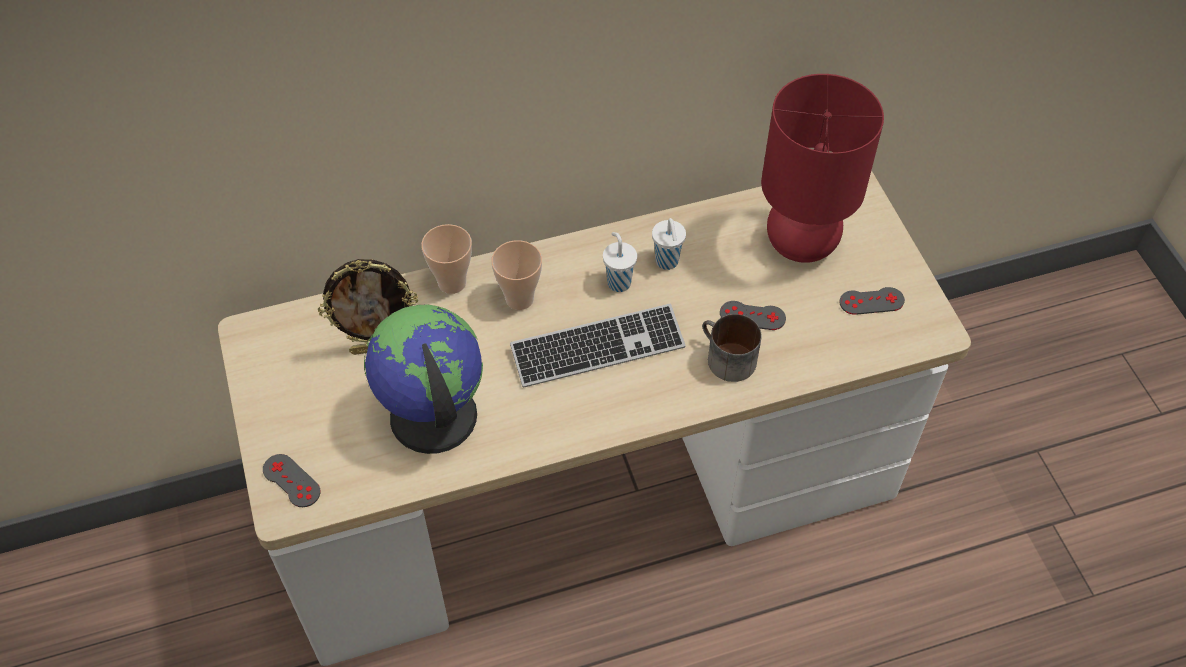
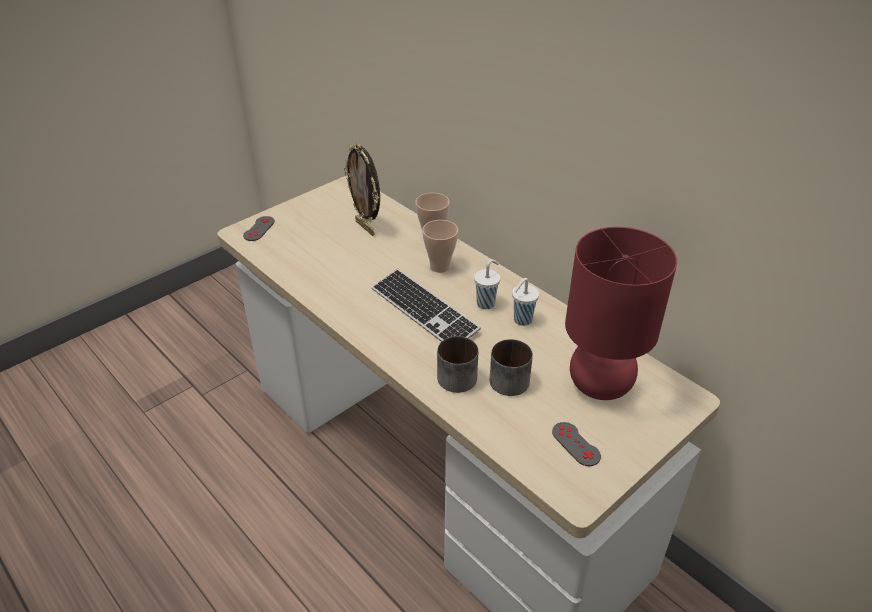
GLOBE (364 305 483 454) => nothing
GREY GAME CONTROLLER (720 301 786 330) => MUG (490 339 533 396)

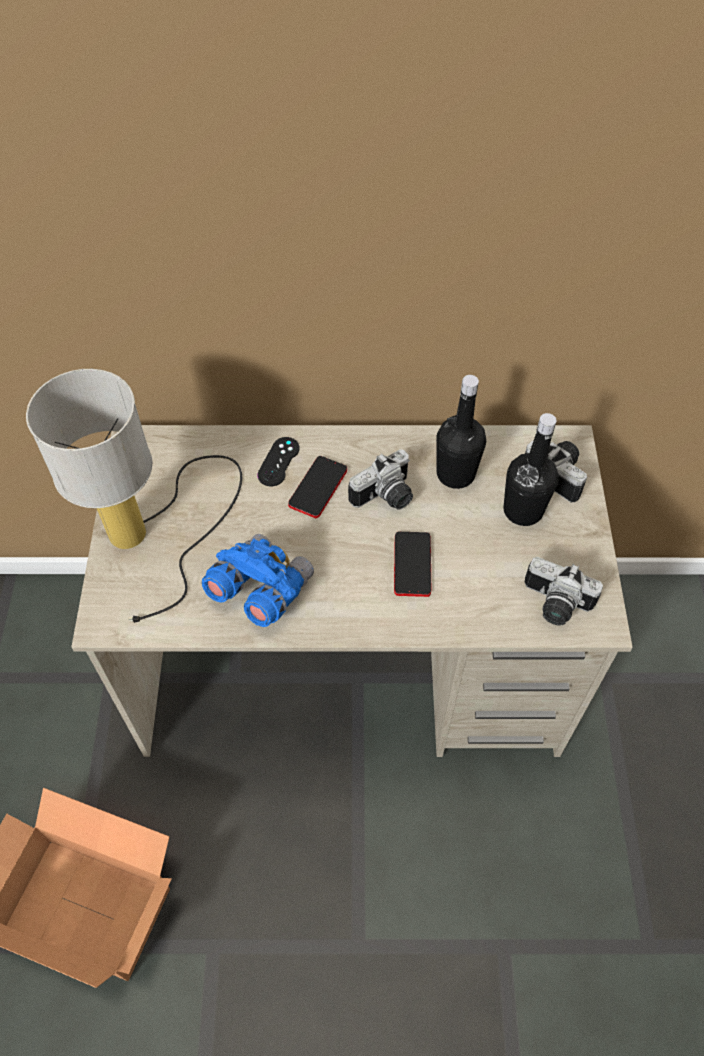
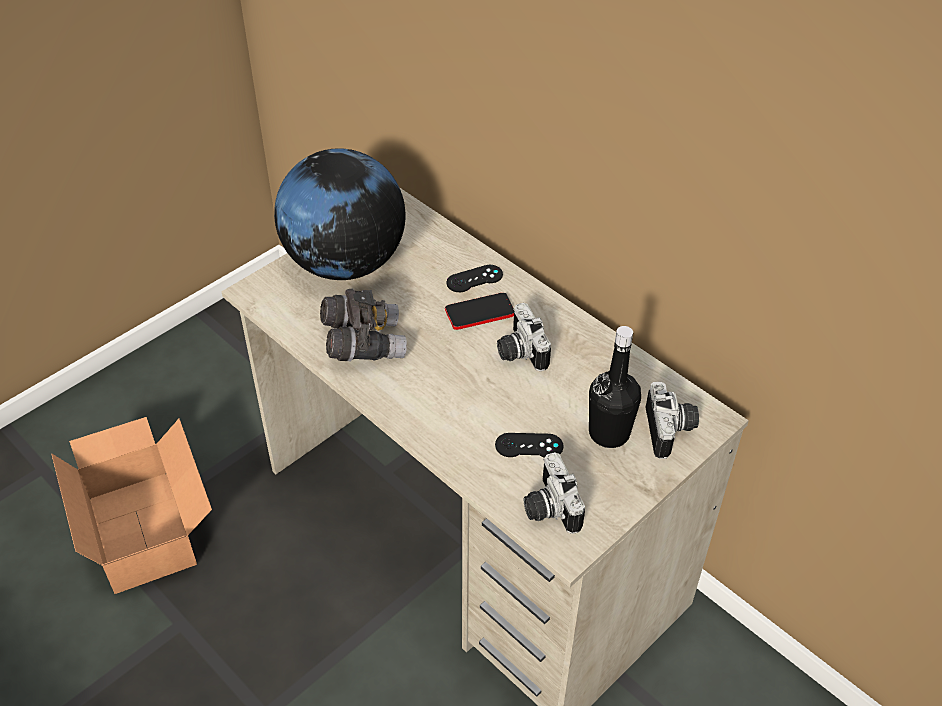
TABLE LAMP (26 369 242 623) => GLOBE (274 148 406 280)
BLUE BINOCULARS (202 534 314 627) => GREY BINOCULARS (320 288 407 361)
PHOTO CAMERA (348 449 413 510) => PHOTO CAMERA (497 303 551 372), 60 degrees clockwise
PHONE (394 532 431 597) => nothing
BLACK BOTTLE (436 375 486 489) => nothing
nothing => BLACK GAME CONTROLLER (495 433 564 458)

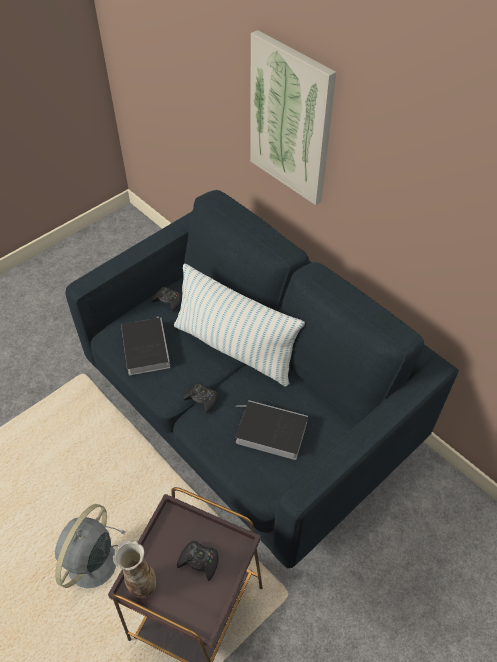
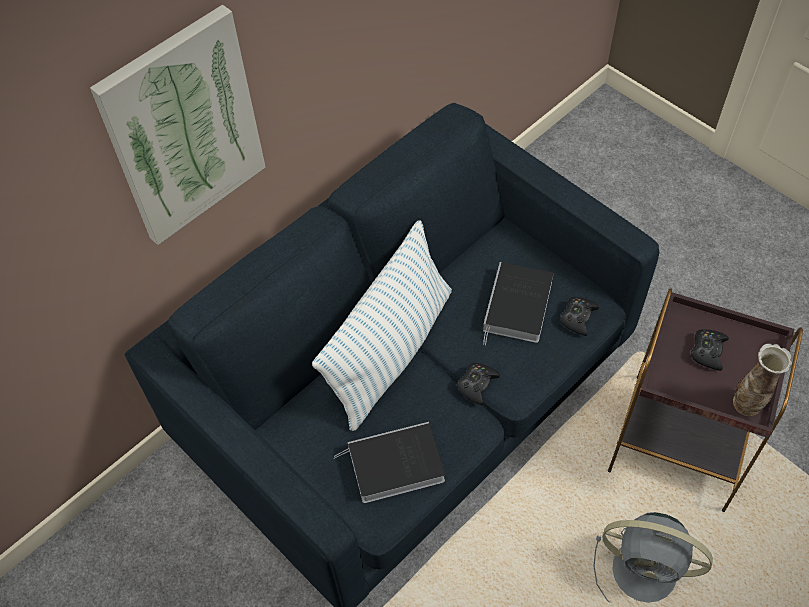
BLACK GAME CONTROLLER (151 287 182 311) => BLACK GAME CONTROLLER (560 297 600 336), shifted

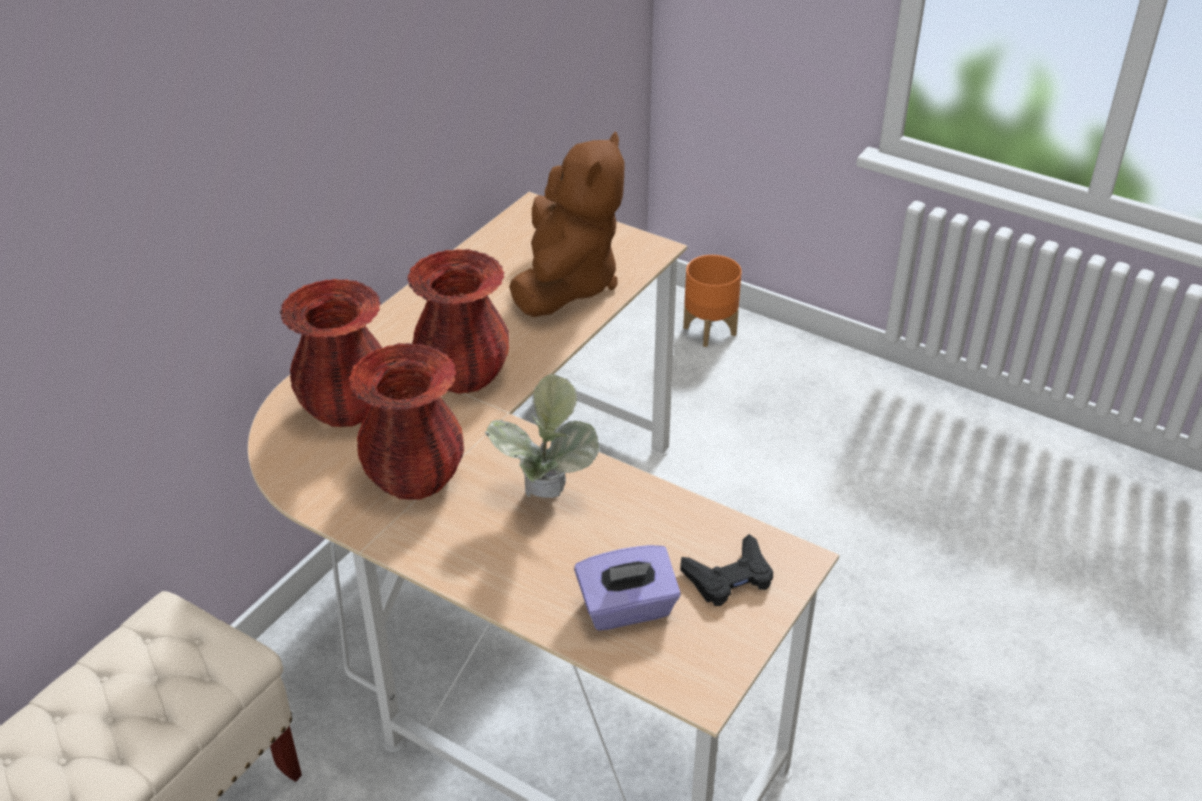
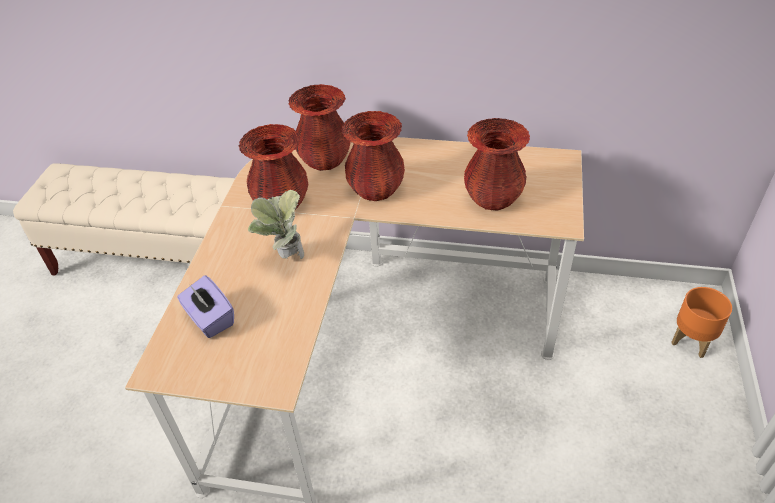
BROWN PLUSH TOY (509 131 625 317) => RED VASE (464 118 530 211)
BLACK GAME CONTROLLER (680 534 773 606) => nothing

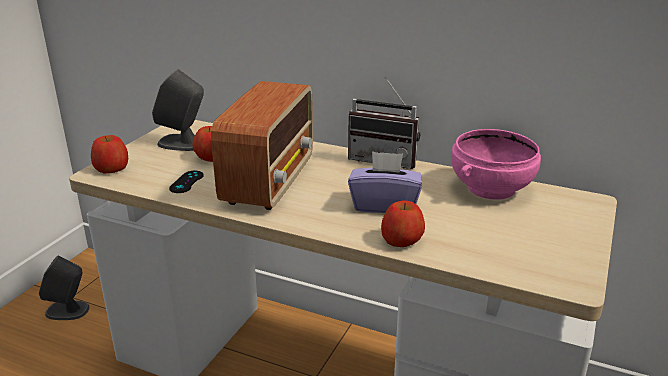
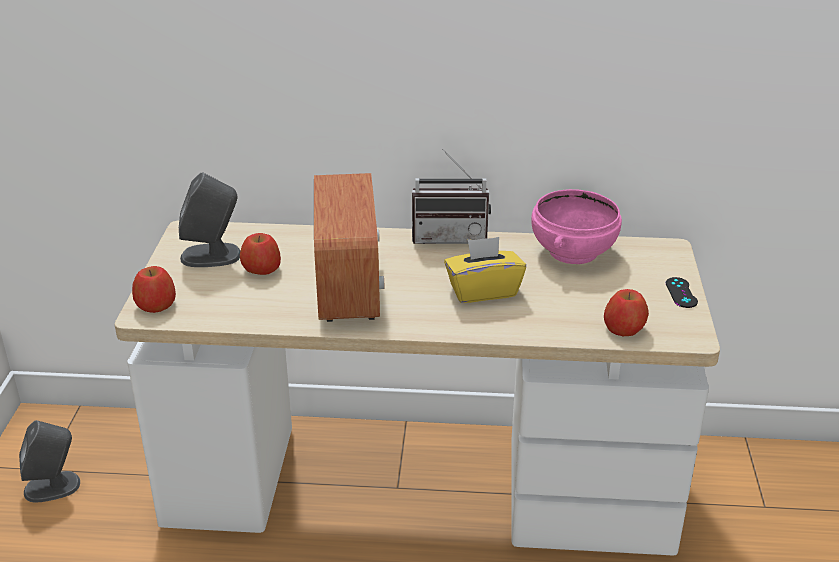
BLACK GAME CONTROLLER (169 171 203 193) => BLACK GAME CONTROLLER (666 277 698 308), shifted
PURPLE TISSUE BOX (348 151 422 213) => YELLOW TISSUE BOX (444 237 526 303)
APPLE (381 200 425 247) => APPLE (604 289 649 336), shifted

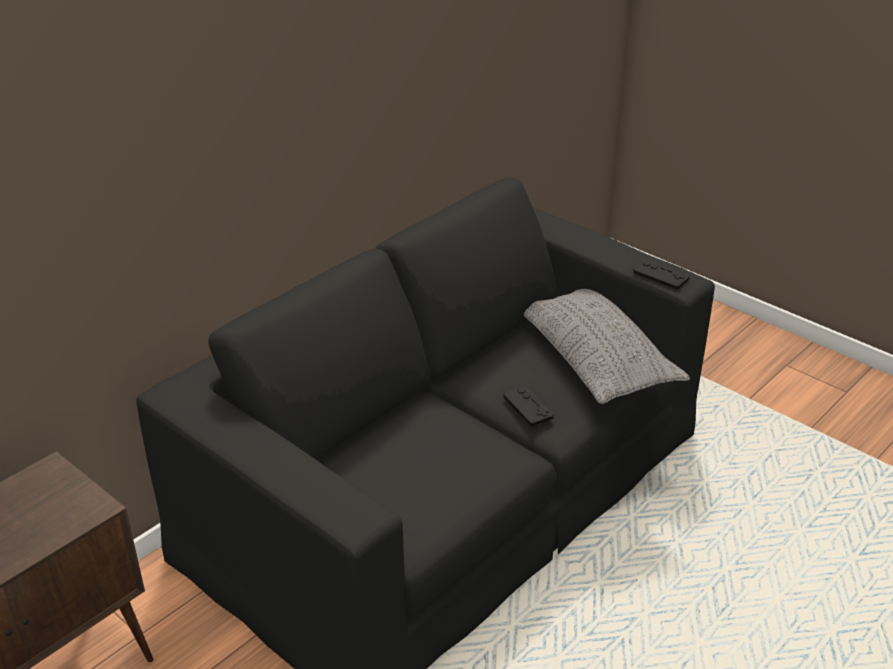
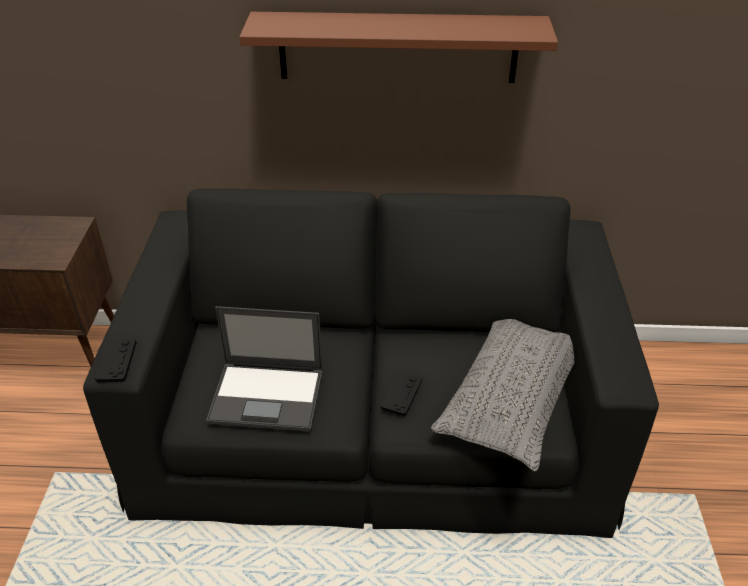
BLACK GAME CONTROLLER (633 260 690 289) => BLACK GAME CONTROLLER (95 339 137 382), shifted
nothing => LAPTOP (206 306 323 432)
nothing => BROWN SHELF (239 12 558 83)

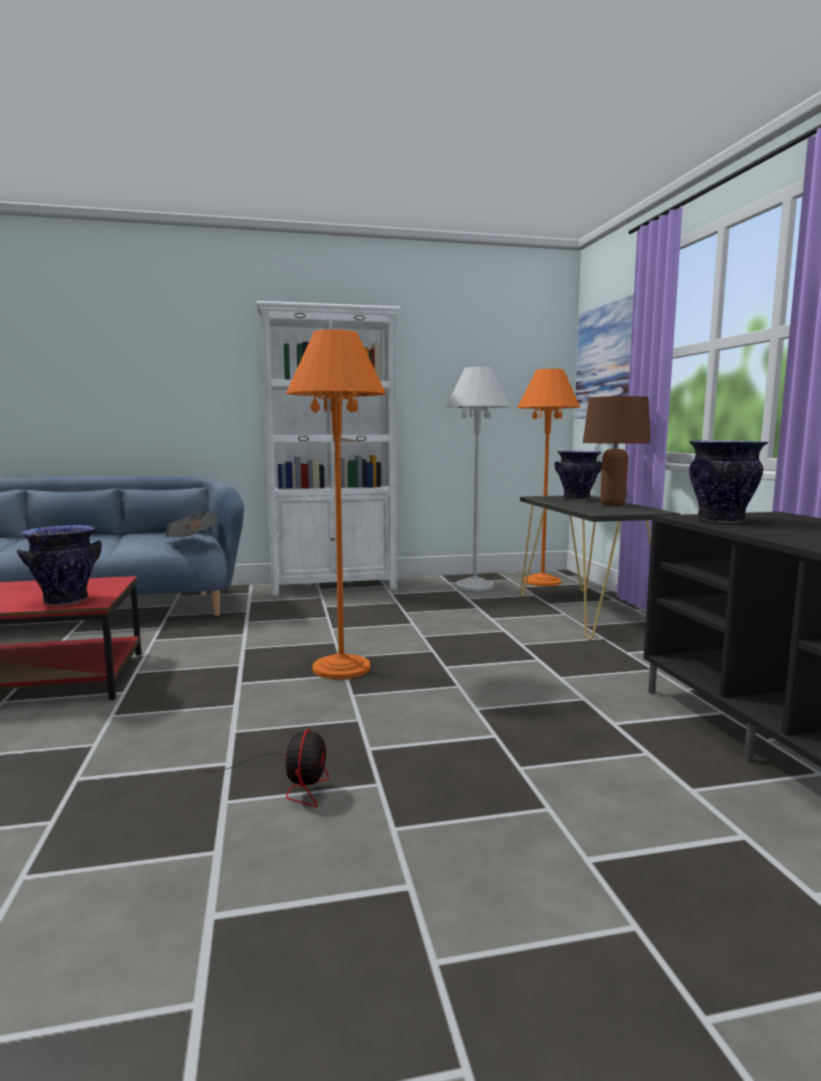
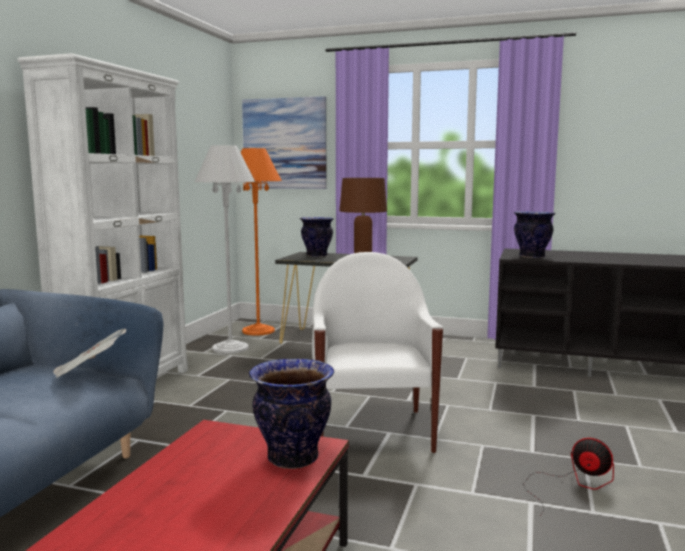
ORANGE FLOOR LAMP (286 329 386 679) => WHITE ARMCHAIR (312 252 443 453)

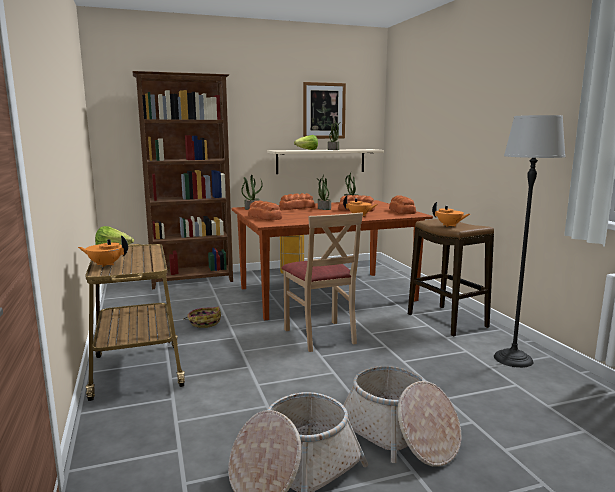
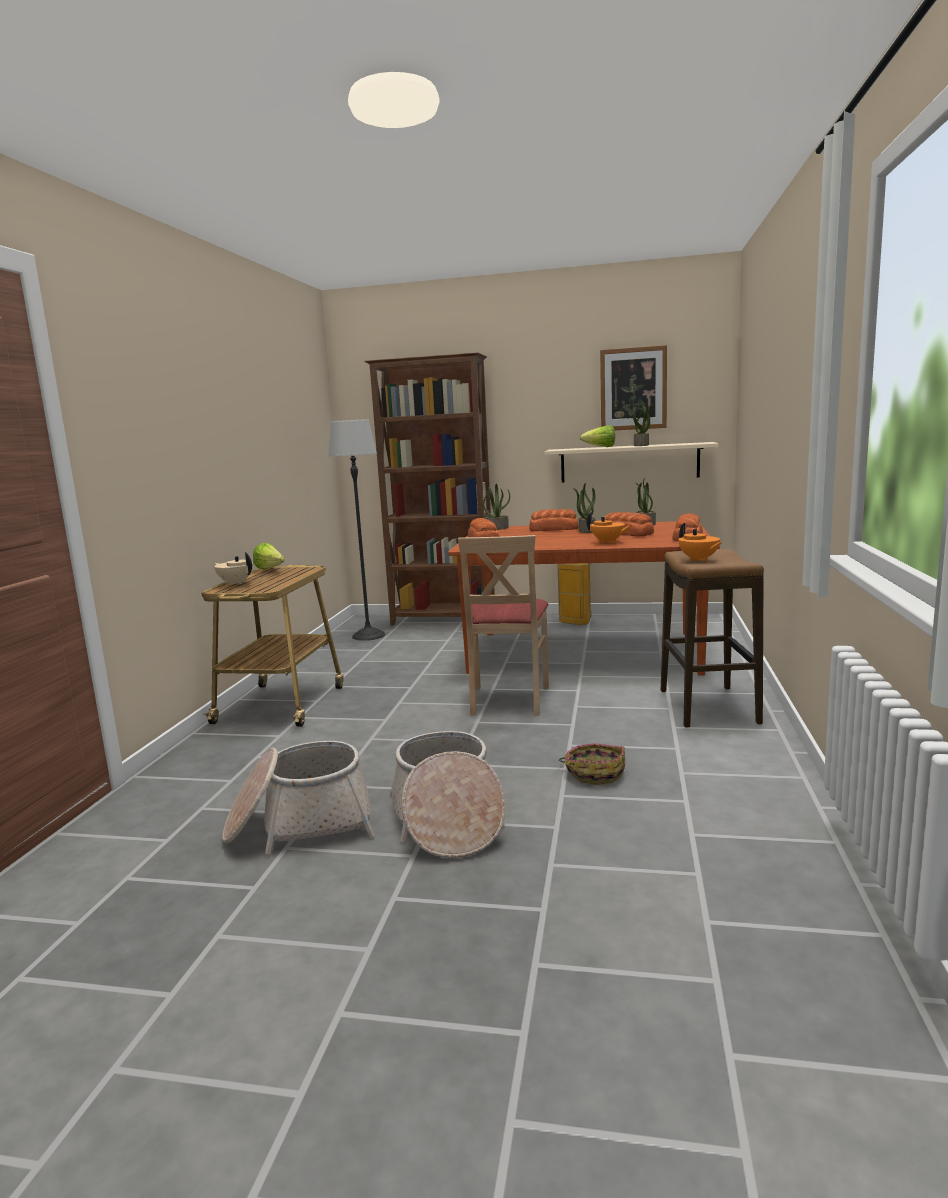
ORANGE TEAPOT (78 235 128 267) => BEIGE TEAPOT (214 552 253 585)
BASKET (184 306 221 328) => BASKET (559 743 625 785), shifted
FLOOR LAMP (494 115 565 368) => FLOOR LAMP (328 419 385 641), shifted

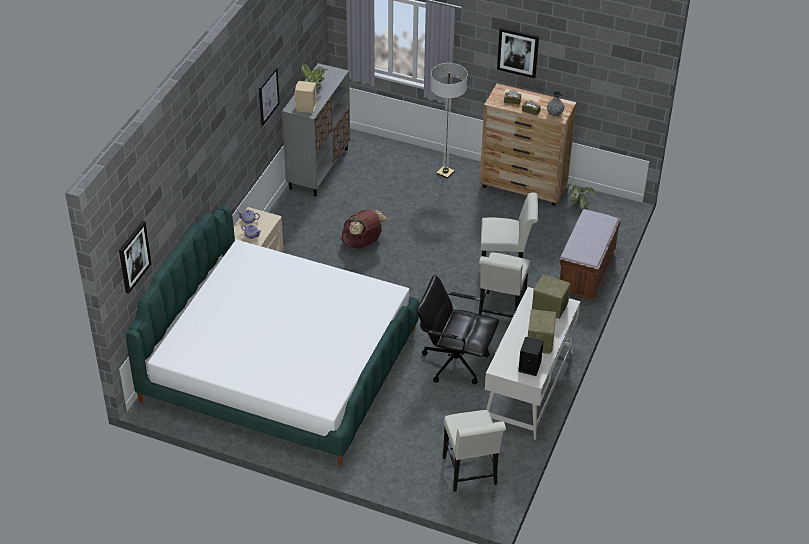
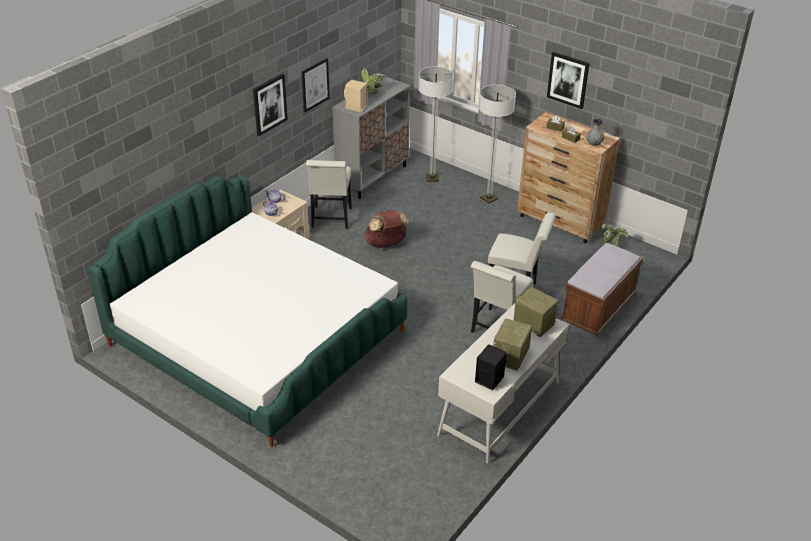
PICTURE (119 221 152 294) => PICTURE (253 74 288 136), shifted
BLACK OFFICE CHAIR (416 275 499 384) => nothing
WHITE CHAIR (443 410 506 492) => WHITE CHAIR (306 160 352 229), shifted
nothing => FLOOR LAMP (418 67 454 182)

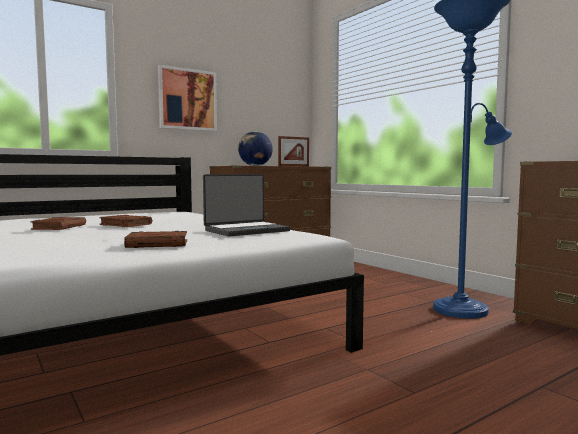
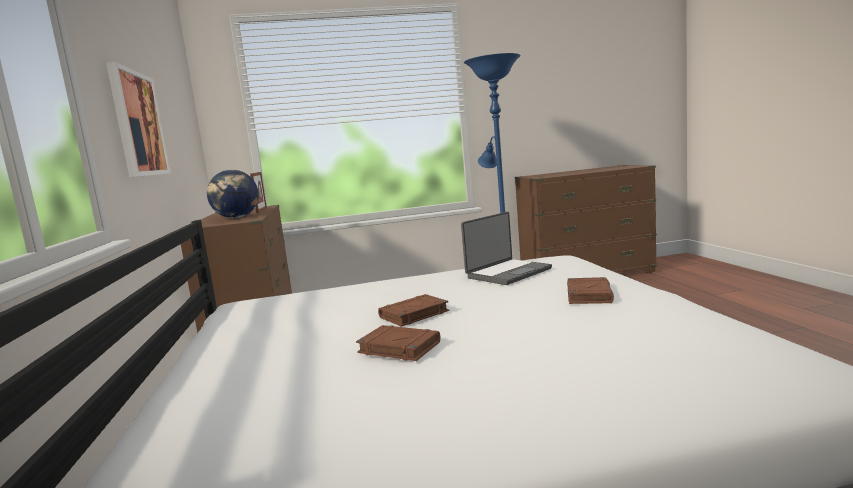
LAPTOP (203 174 291 236) => LAPTOP (461 212 552 285), 60 degrees clockwise

